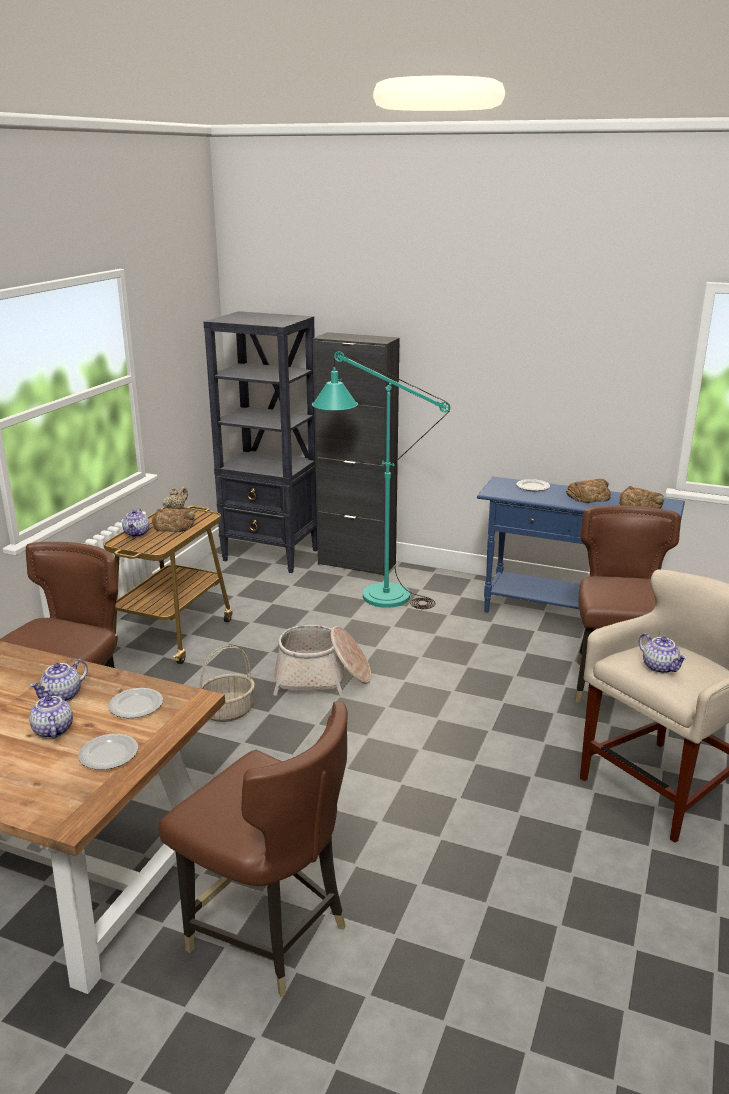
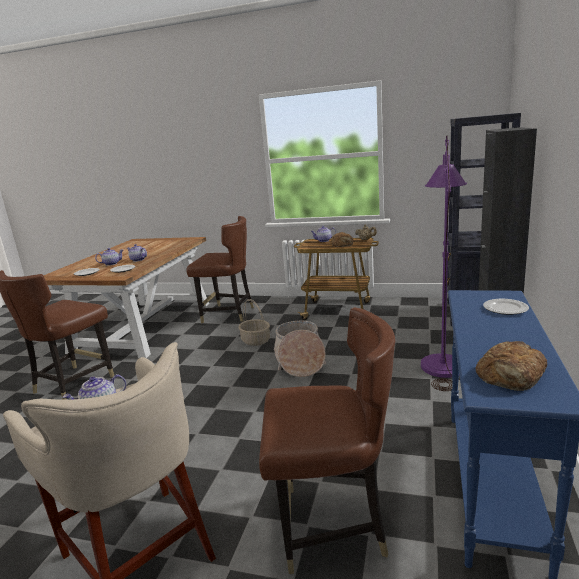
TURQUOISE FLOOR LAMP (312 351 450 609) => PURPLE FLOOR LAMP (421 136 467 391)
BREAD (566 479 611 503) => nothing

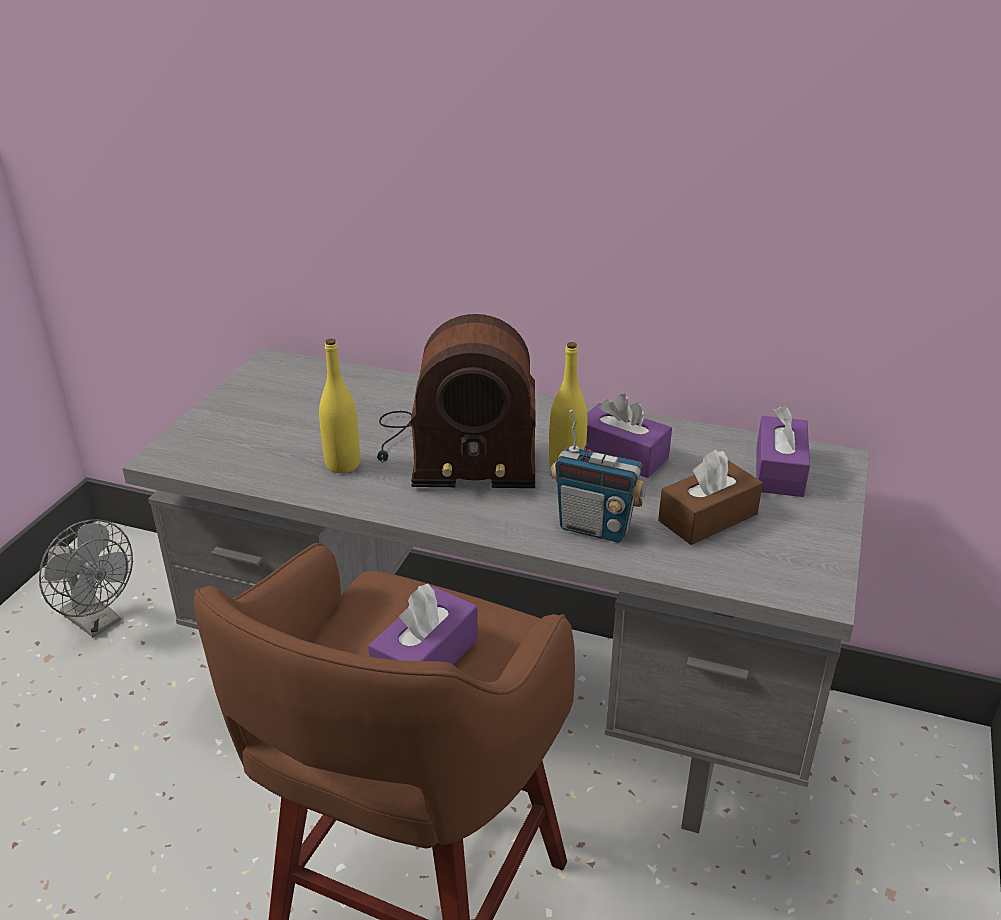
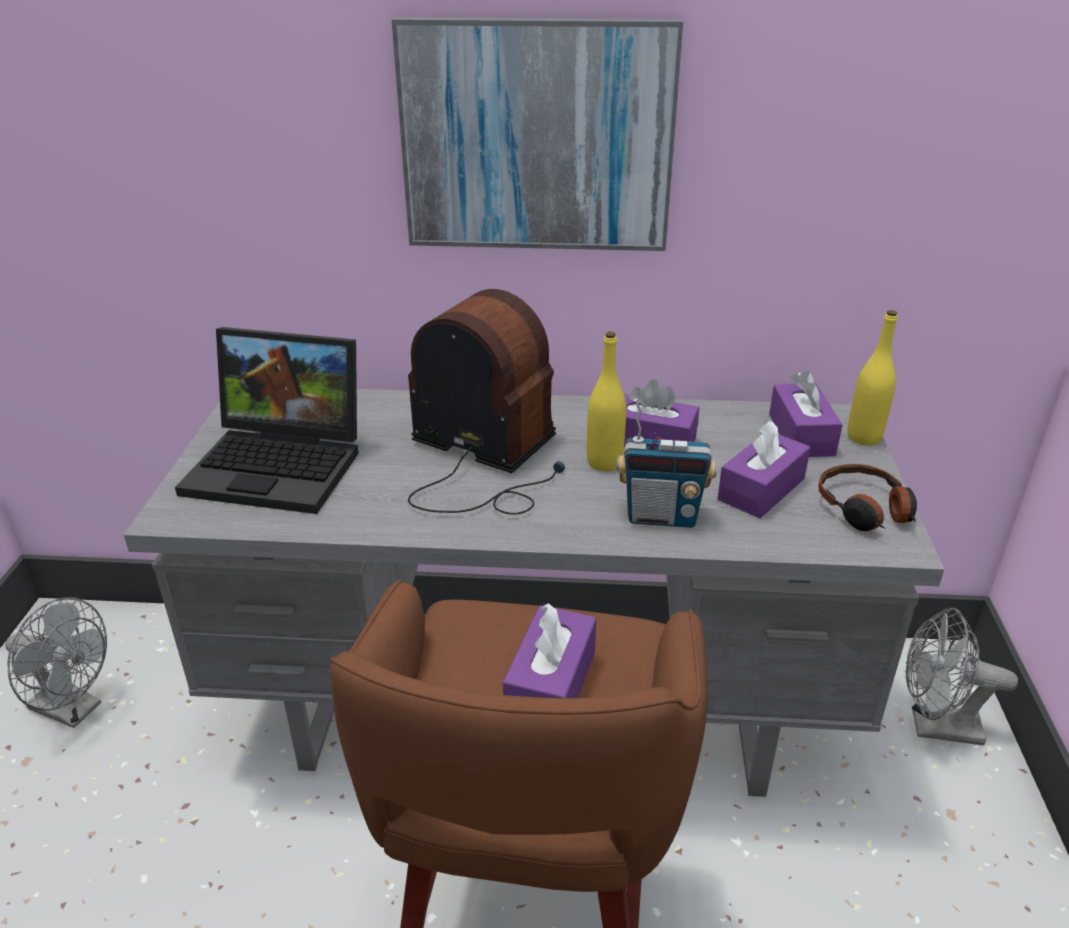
YELLOW BOTTLE (319 338 360 473) => YELLOW BOTTLE (847 310 898 446), shifted
RADIO (377 314 536 488) => RADIO (408 289 565 515), 135 degrees counterclockwise
BROWN TISSUE BOX (658 450 763 545) => PURPLE TISSUE BOX (718 420 811 518)
nothing => LAPTOP (175 327 359 514)
nothing => PICTURE (392 17 683 251)
nothing => HEADPHONES (819 464 917 531)
nothing => GREY FAN (906 608 1018 746)

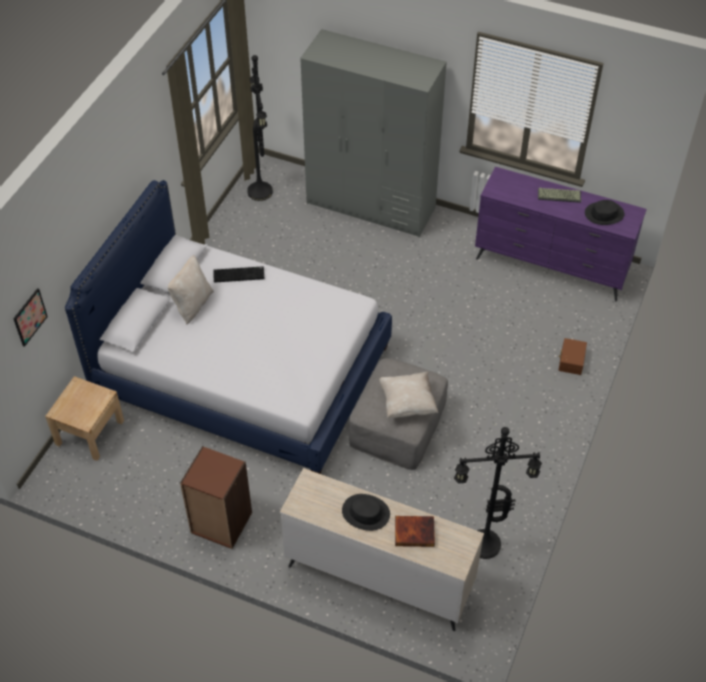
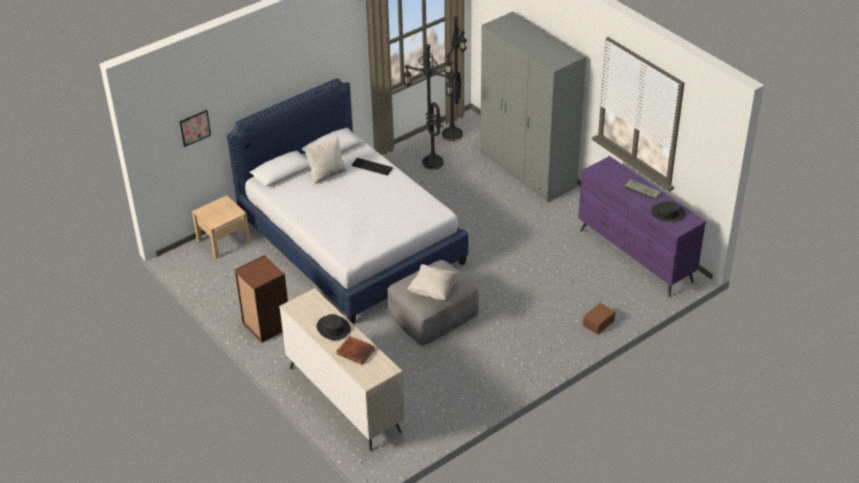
BLACK FLOOR LAMP (454 427 542 559) => BLACK FLOOR LAMP (403 44 454 170), shifted

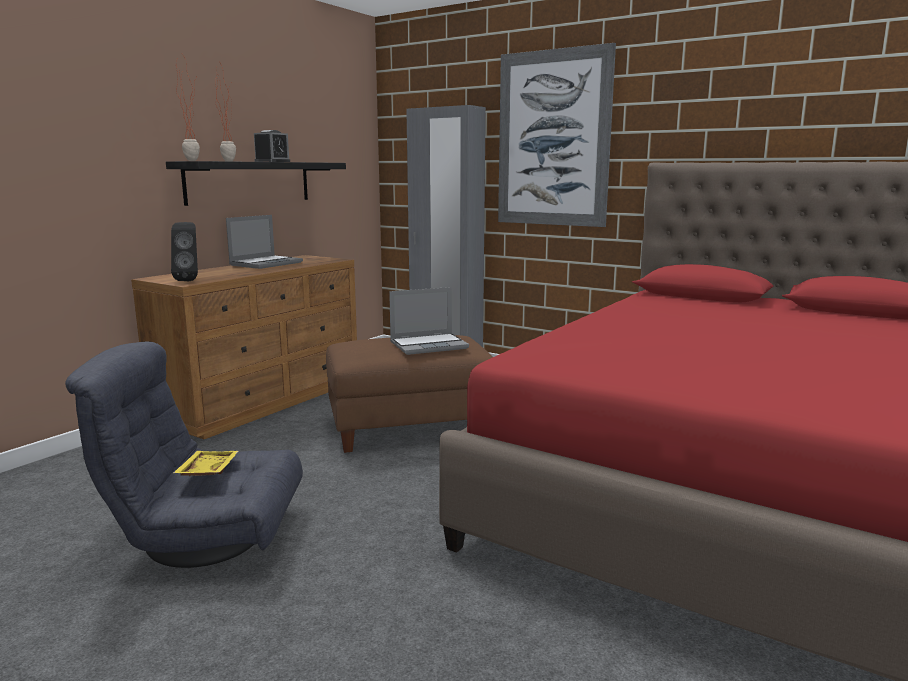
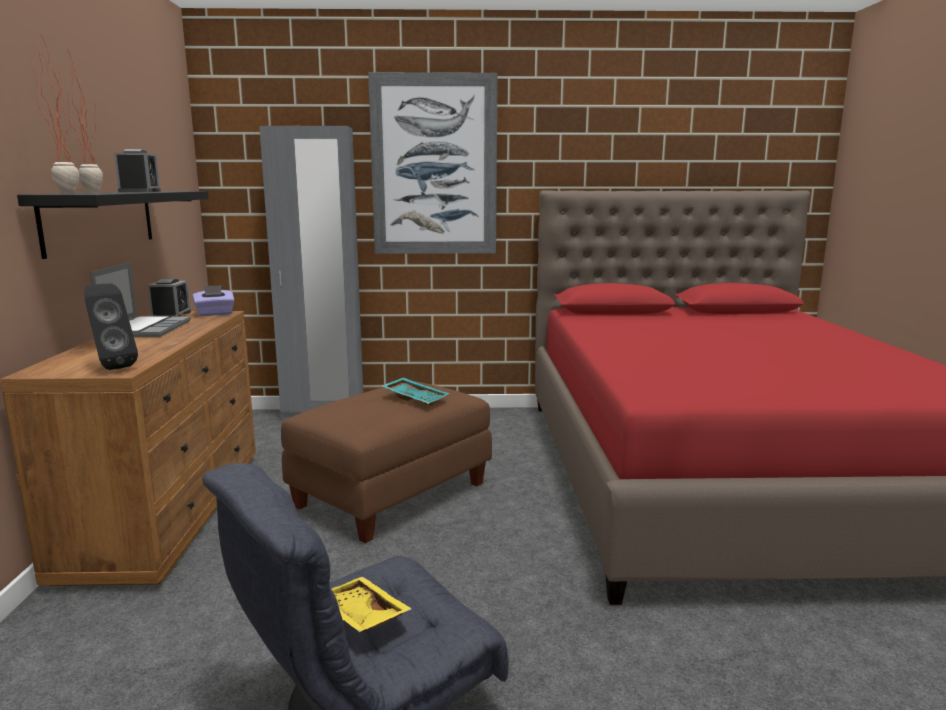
LAPTOP (389 287 469 355) => TURQUOISE TRAY (382 377 450 405)
nothing => ALARM CLOCK (148 279 191 316)
nothing => PURPLE TISSUE BOX (192 285 235 316)

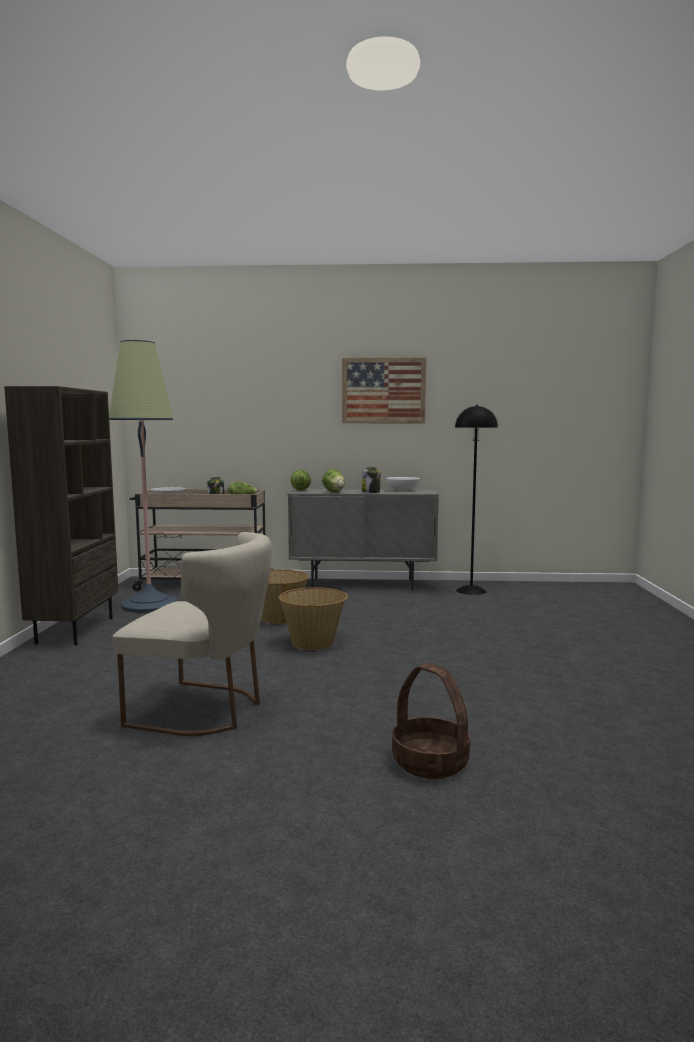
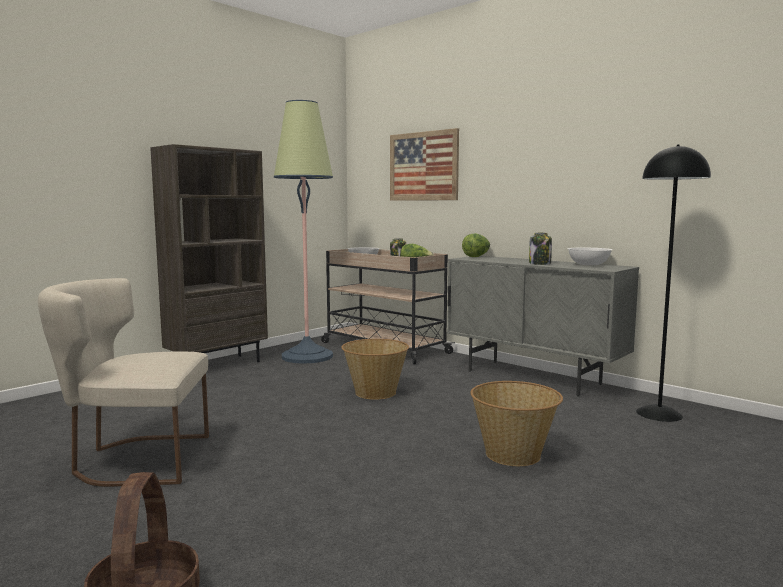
BEIGE CHAIR (113 532 272 736) => BEIGE CHAIR (38 278 209 487), 120 degrees clockwise
BASKET (279 587 348 650) => BASKET (470 381 563 466), shifted
LETTUCE (322 469 345 492) => nothing
PICTURE (342 357 426 423) => PICTURE (390 128 459 201), shifted

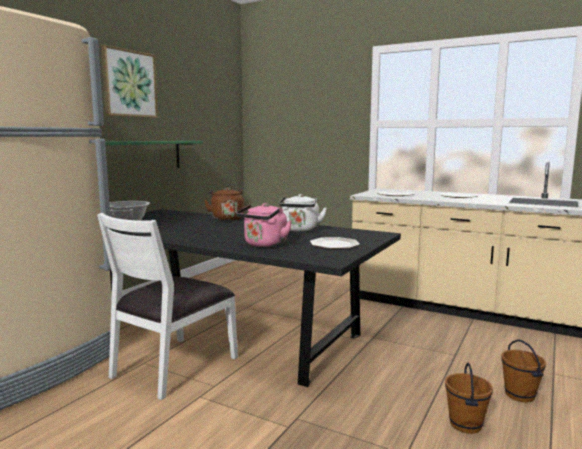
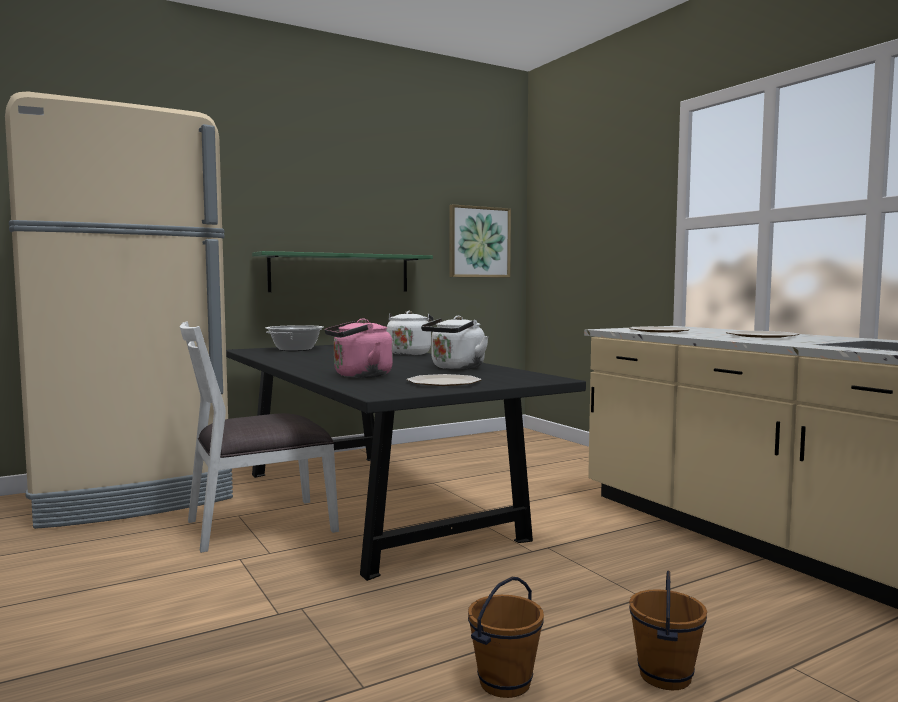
PICTURE (101 45 158 118) => PICTURE (450 204 511 278), shifted
BROWN KETTLE (204 187 244 221) => WHITE KETTLE (387 311 433 355)

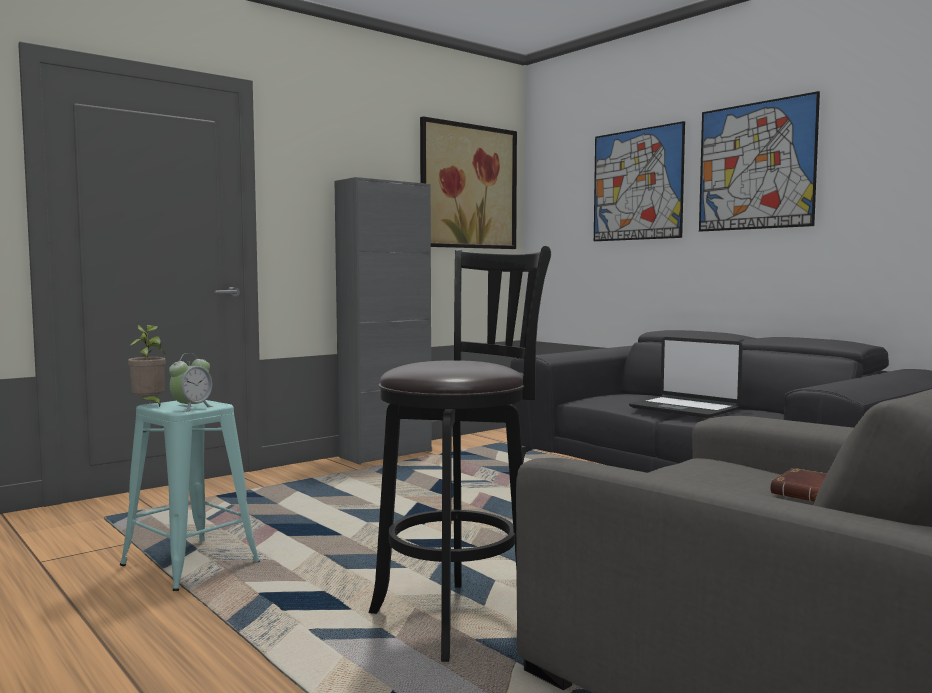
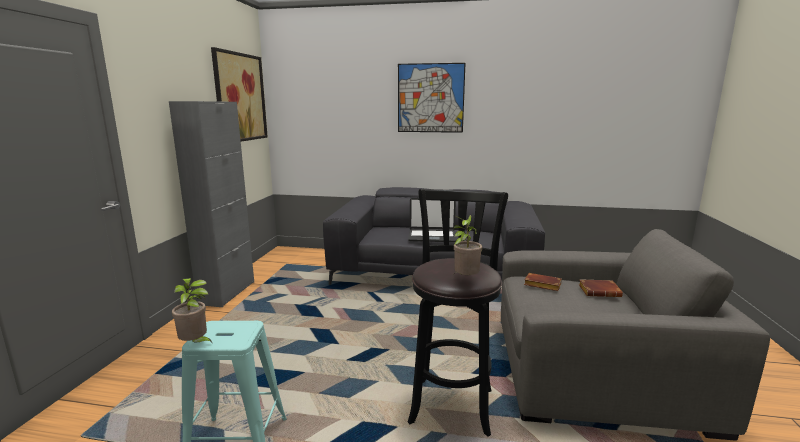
ALARM CLOCK (169 353 214 412) => nothing
PICTURE (594 121 685 241) => nothing
nothing => POTTED PLANT (453 215 482 275)
nothing => BROWN BOOK (524 273 562 291)

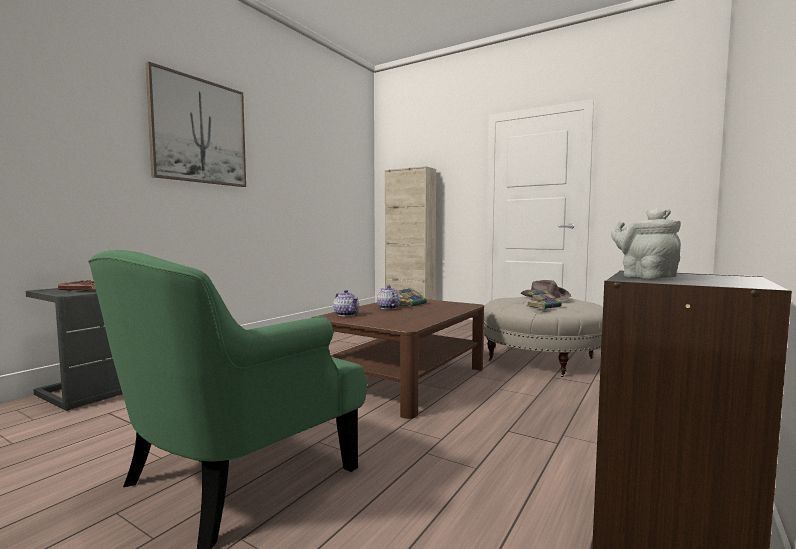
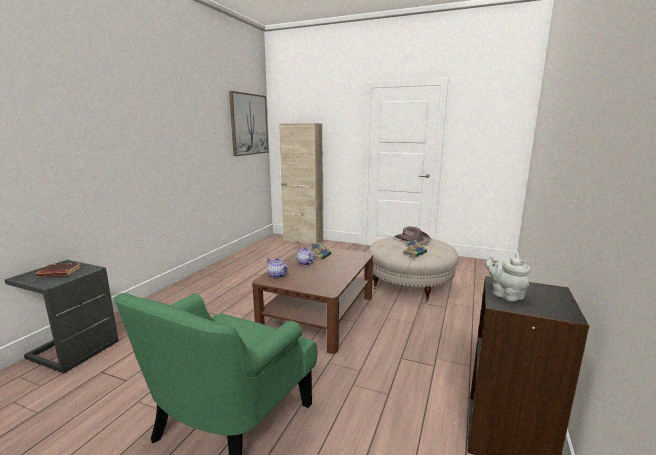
PICTURE (146 61 246 187) => PICTURE (229 91 268 156), shifted

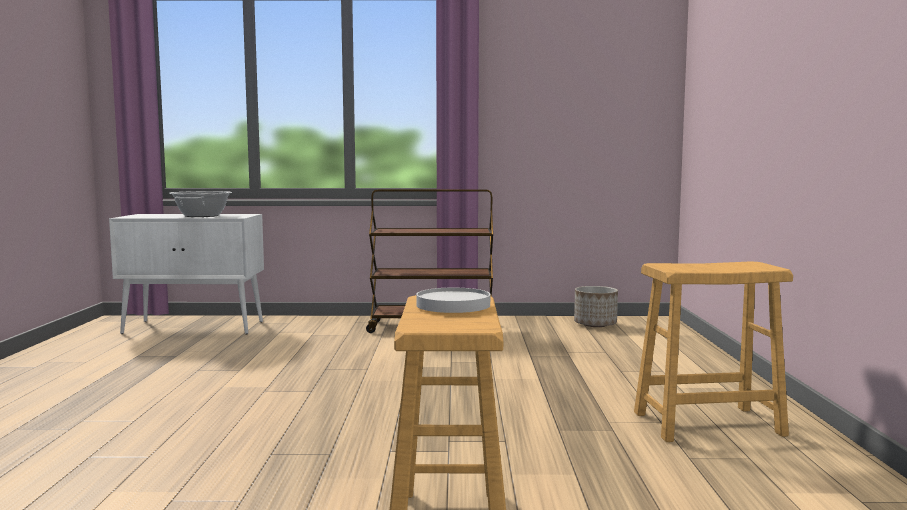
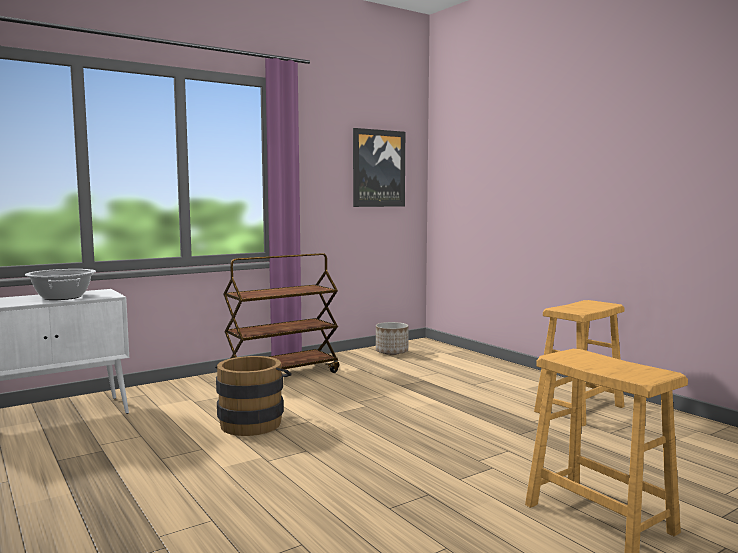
WHITE PLATE (416 288 490 313) => nothing
nothing => BROWN BUCKET (215 356 292 436)
nothing => PICTURE (353 128 405 207)

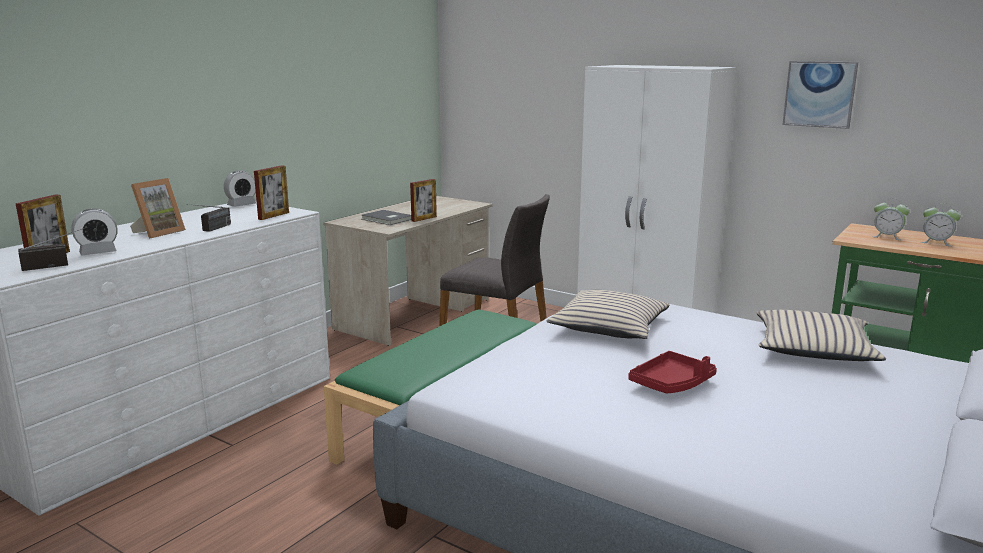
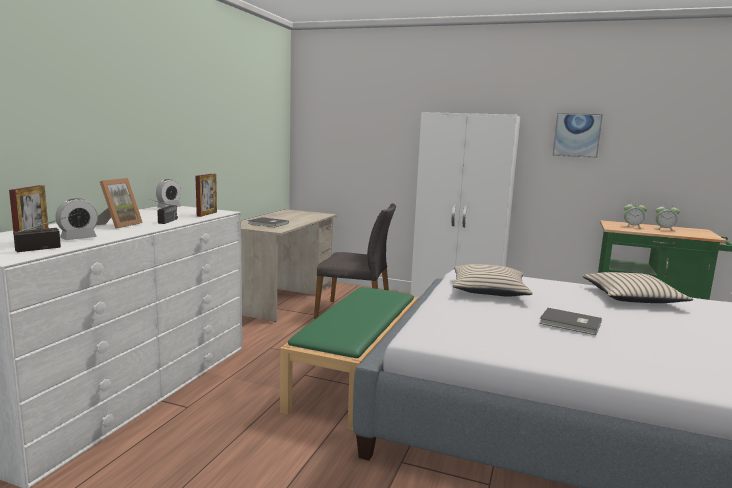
PICTURE FRAME (410 179 437 222) => nothing
RED TRAY (628 351 717 393) => GREY BOOK (539 308 602 335)

